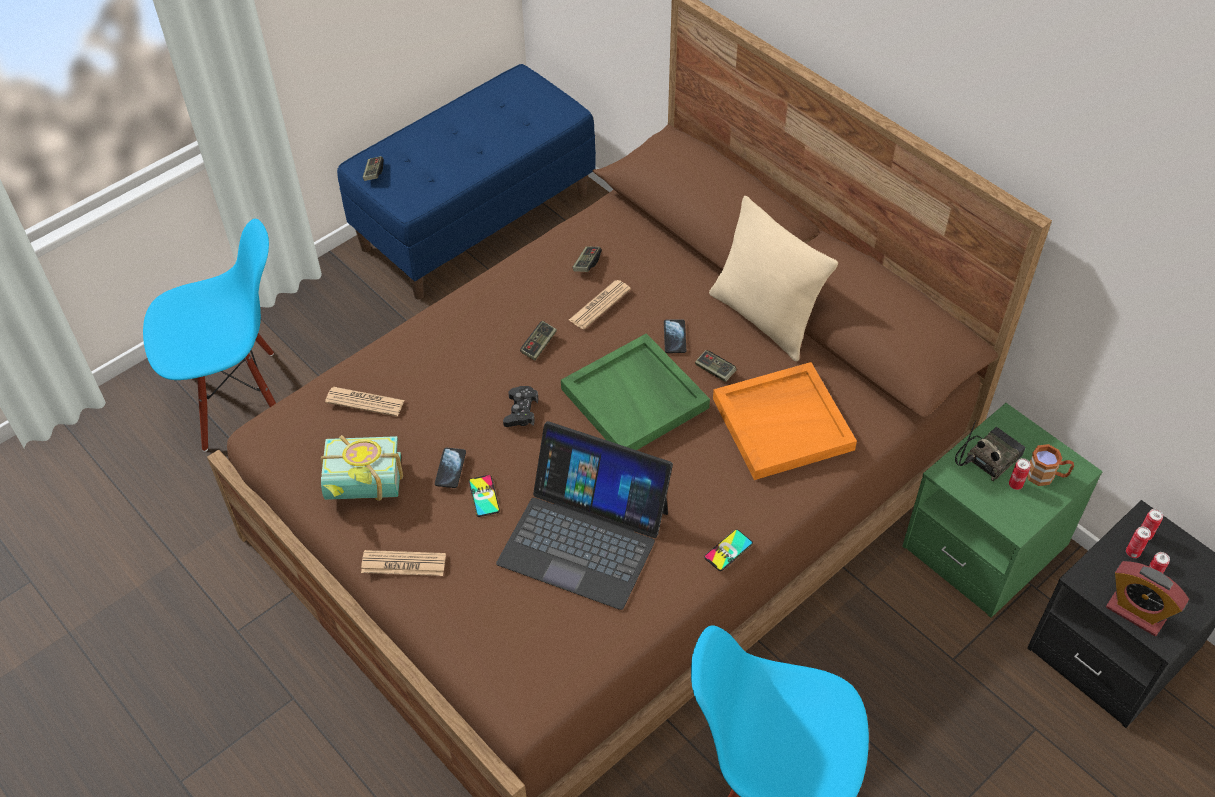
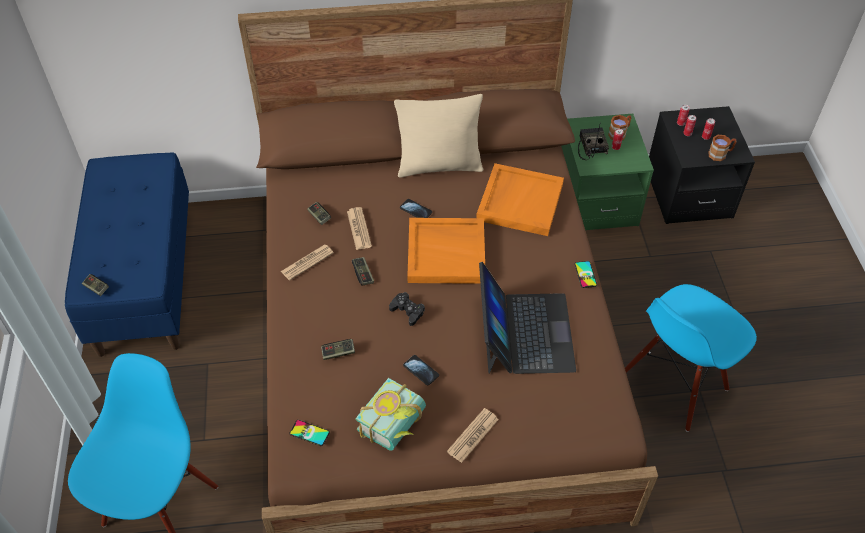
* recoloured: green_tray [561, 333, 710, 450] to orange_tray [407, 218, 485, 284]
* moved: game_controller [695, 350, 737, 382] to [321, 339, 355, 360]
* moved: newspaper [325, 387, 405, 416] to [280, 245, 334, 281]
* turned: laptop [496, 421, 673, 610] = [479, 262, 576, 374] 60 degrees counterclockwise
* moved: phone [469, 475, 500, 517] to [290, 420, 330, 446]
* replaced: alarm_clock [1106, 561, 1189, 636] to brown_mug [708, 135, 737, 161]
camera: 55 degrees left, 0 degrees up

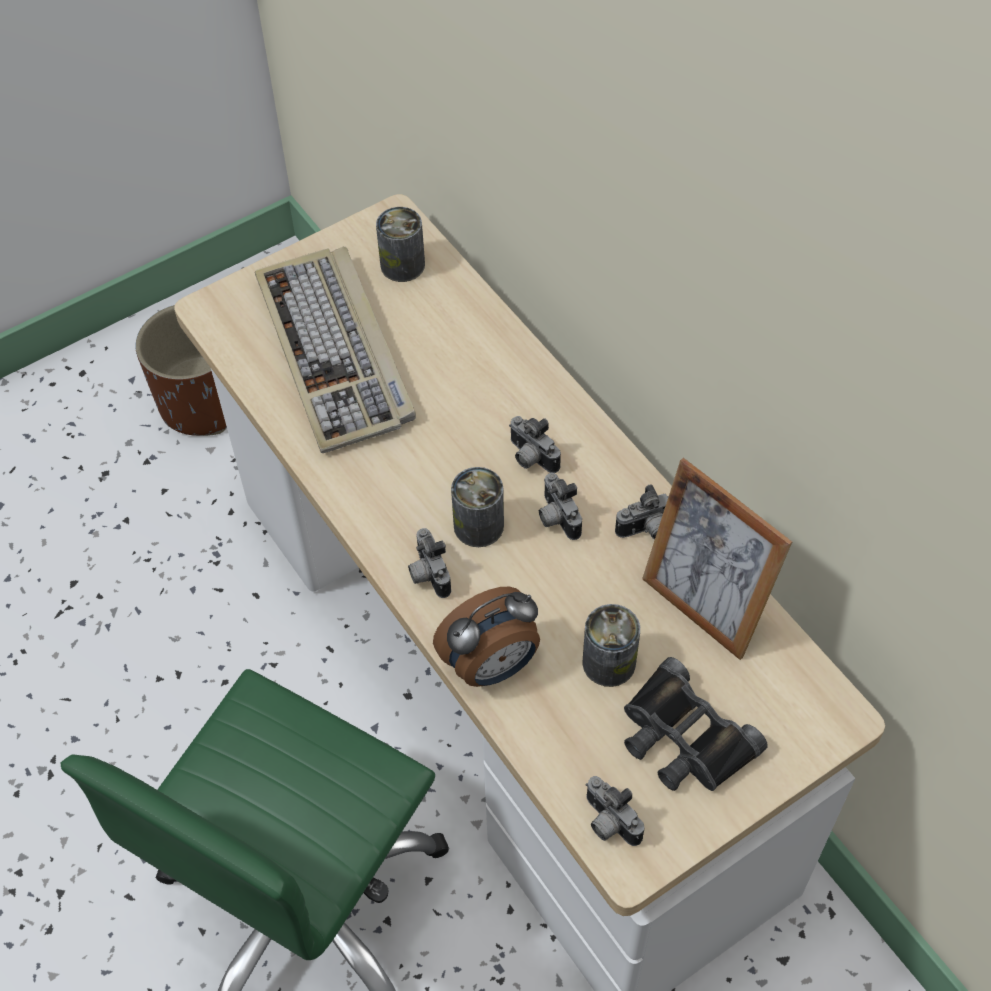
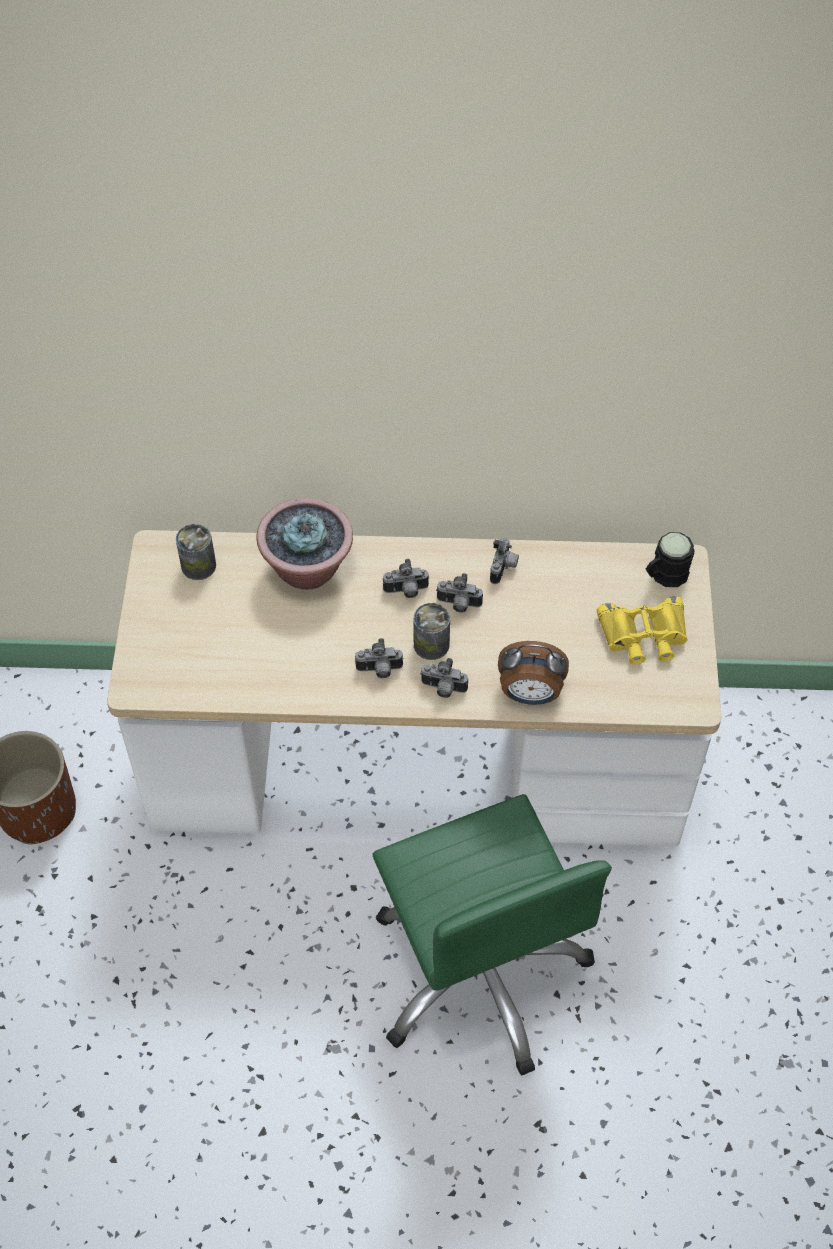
* removed: keyboard [255, 246, 416, 453]
* removed: picture_frame [642, 458, 792, 660]
* turned: alarm_clock [433, 587, 540, 687] = [498, 641, 569, 705] 90 degrees clockwise
* removed: can [582, 604, 640, 687]
* recoloured: black_binoculars [624, 657, 767, 791] to yellow_binoculars [597, 596, 688, 665]
* moved: photo_camera [586, 776, 644, 846] to [355, 638, 404, 678]
* added: potted_plant [256, 498, 353, 590]
* added: black_mug [645, 532, 695, 587]
camera: 55 degrees left, 0 degrees up

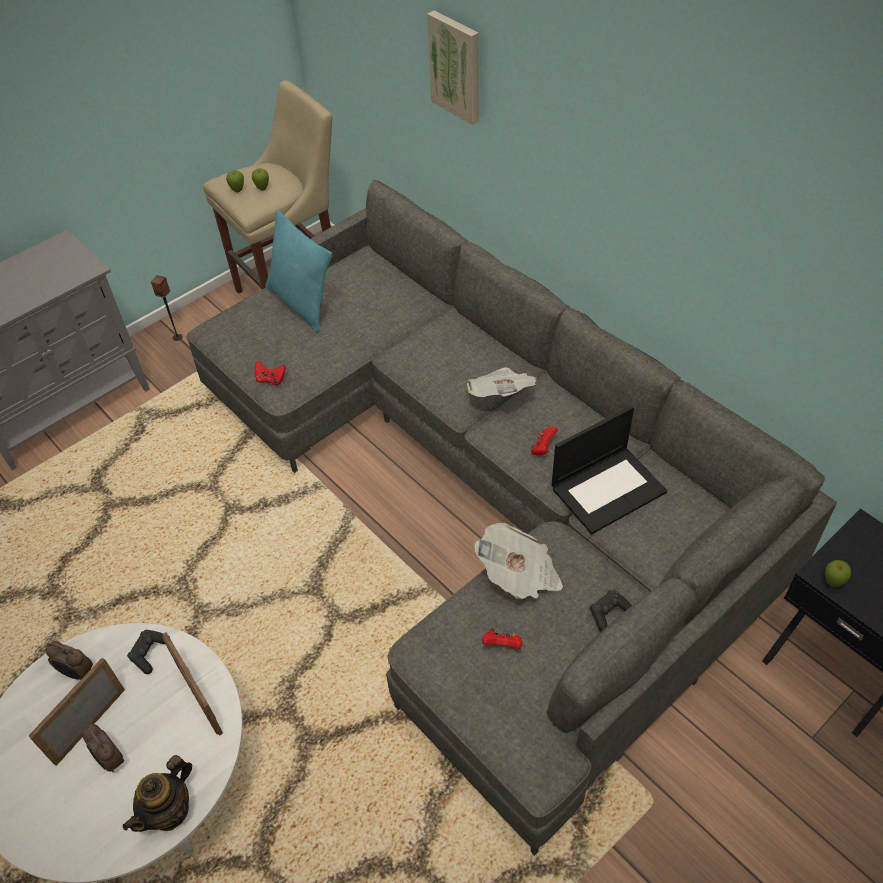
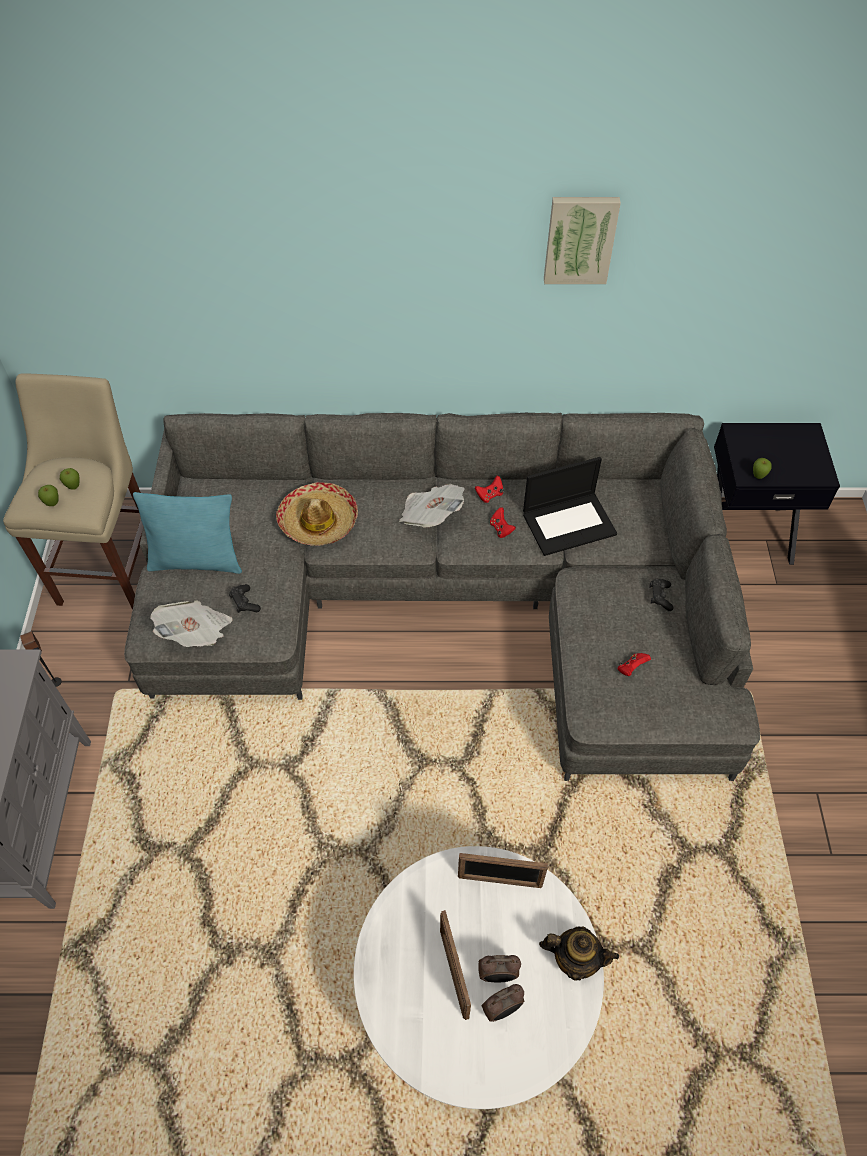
* moved: picture [427, 11, 479, 125] to [544, 197, 621, 284]
* moved: red_game_controller [255, 361, 286, 386] to [475, 476, 503, 503]
* turned: laptop [552, 406, 667, 534] = [523, 457, 617, 556] 60 degrees clockwise
* moved: newspaper [474, 523, 563, 599] to [150, 600, 233, 647]
* moved: black_game_controller [127, 630, 165, 674] to [229, 584, 261, 613]
* moved: alarm_clock [45, 641, 93, 680] to [482, 984, 524, 1022]
* turned: teapot [123, 755, 192, 832] = [539, 926, 619, 981] 60 degrees counterclockwise
* added: hat [276, 482, 358, 546]
camera: 50 degrees left, 5 degrees up

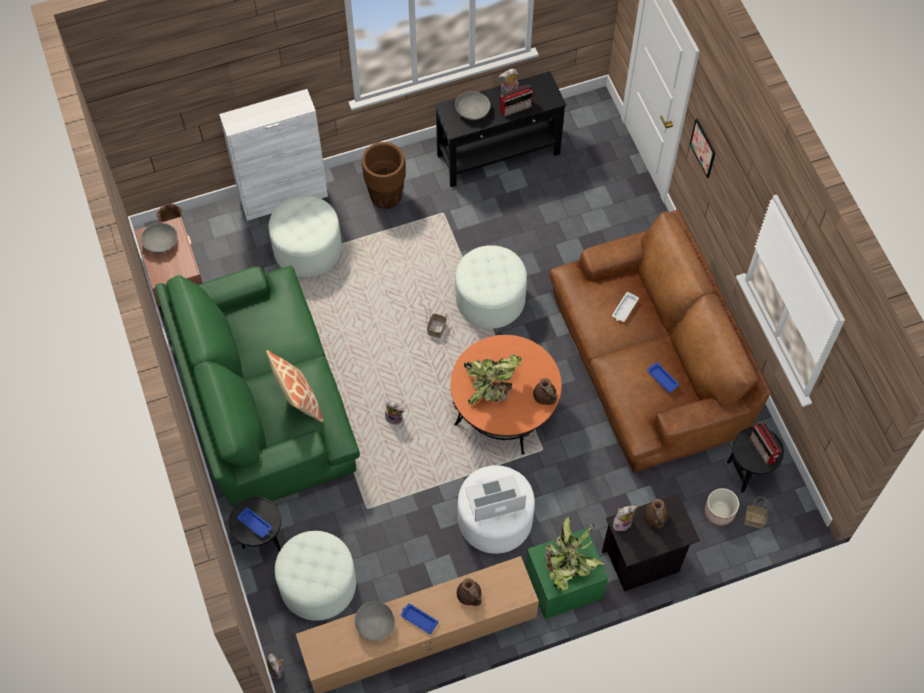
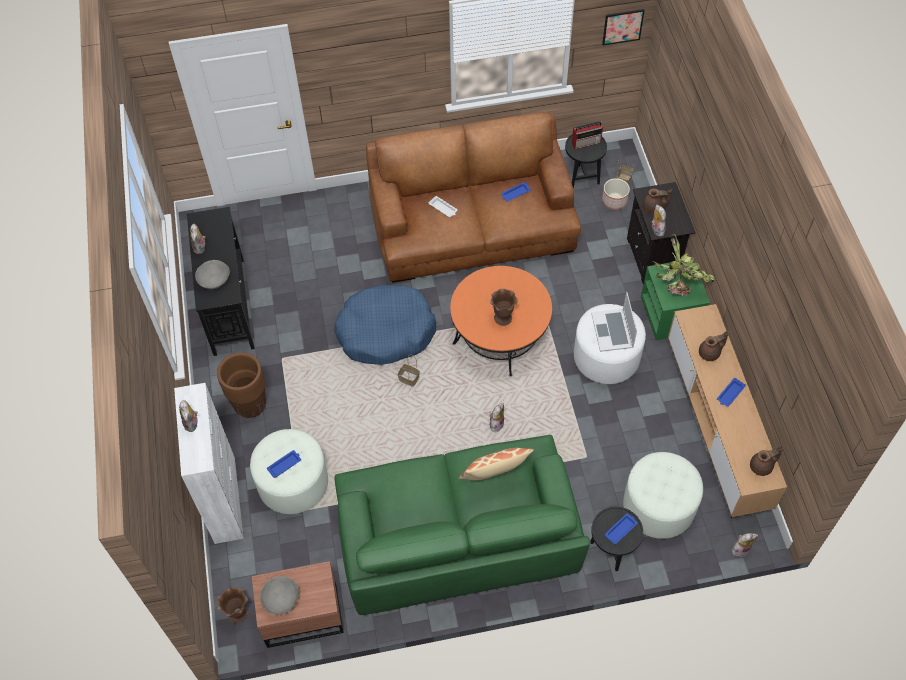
* removed: radio [500, 84, 533, 117]
* moved: picture [690, 118, 715, 178] to [602, 9, 645, 45]
* replaced: white_ottoman [456, 245, 527, 329] to blue_dog_bed [334, 284, 436, 365]
* replaced: potted_plant [464, 355, 522, 404] to brown_vase [490, 289, 518, 326]
* moved: brown_teapot [533, 378, 557, 405] to [750, 446, 784, 476]
* removed: grey_bowl [354, 602, 395, 641]
* added: plush_toy [179, 400, 198, 432]
* added: blue_tray [267, 450, 301, 478]
camera: 80 degrees left, 5 degrees down

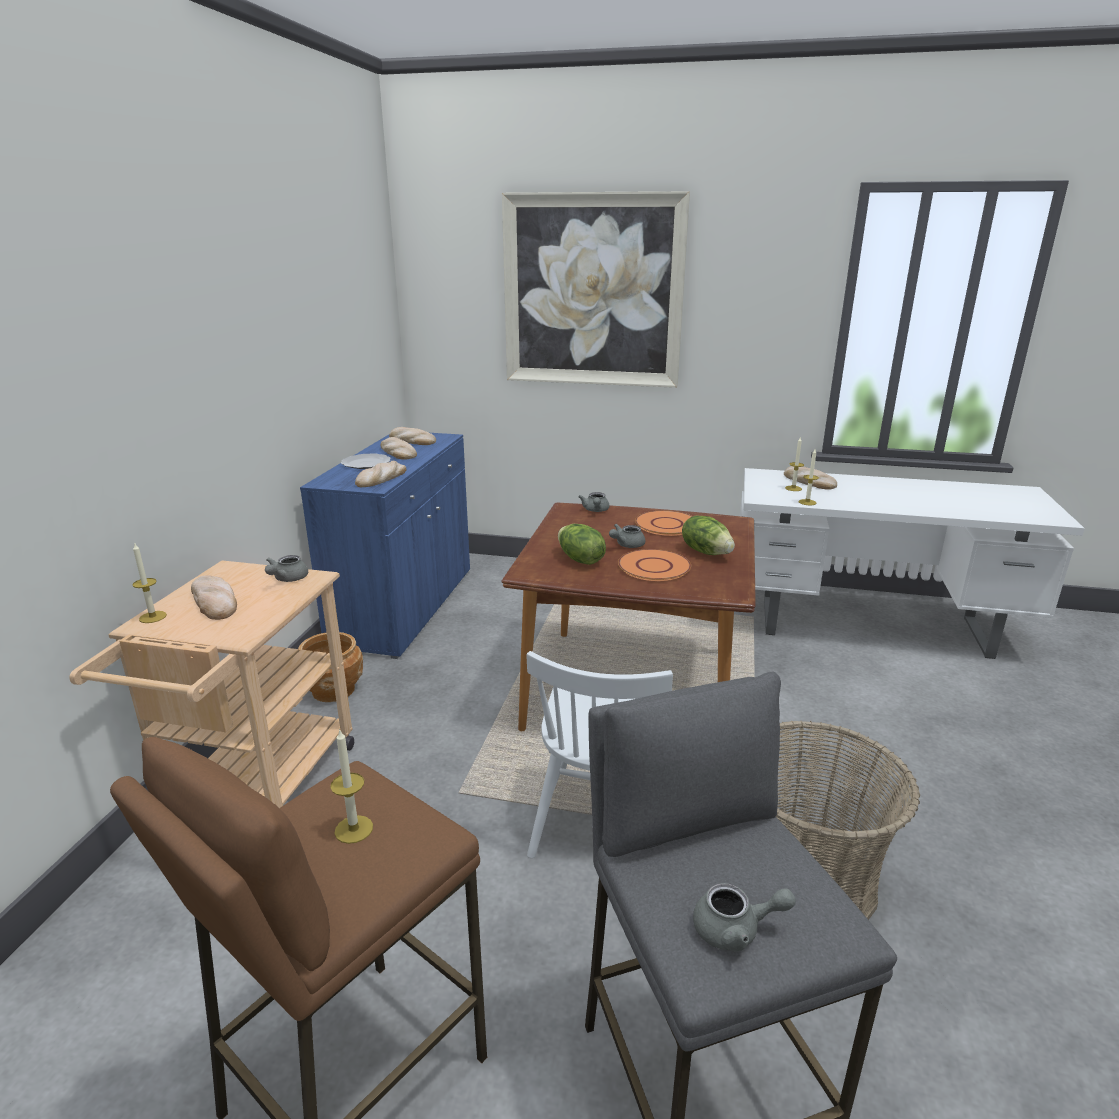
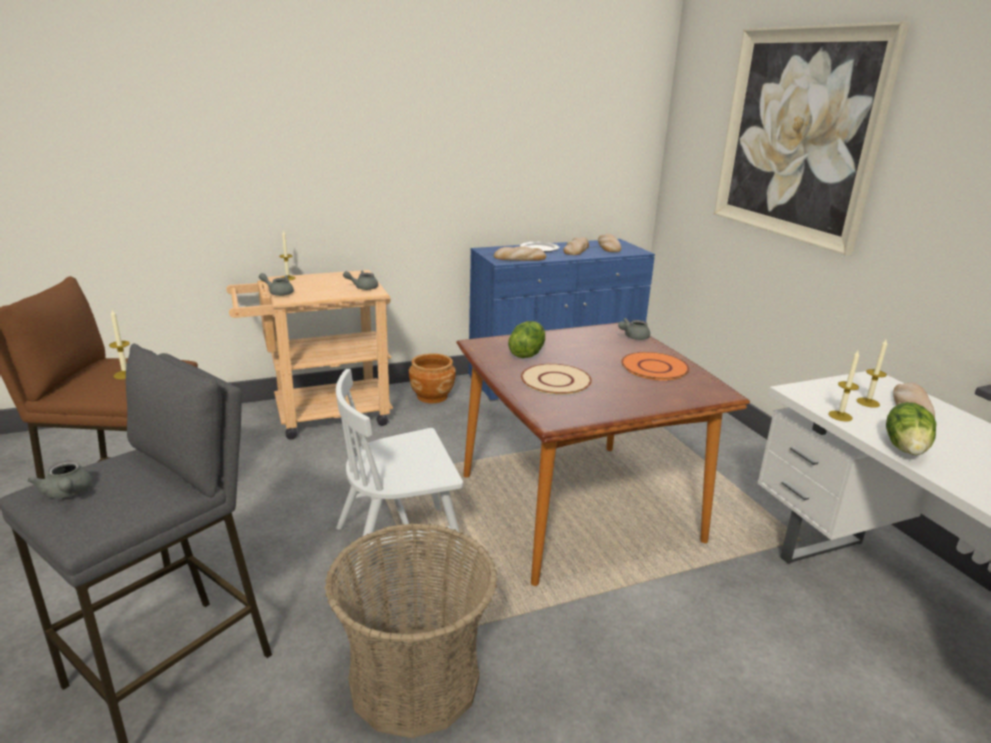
* moved: lettuce [682, 515, 735, 555] to [886, 402, 936, 455]
* moved: grey_teapot [609, 524, 645, 548] to [259, 273, 294, 296]
* recoloured: orange_plate [618, 549, 691, 581] to beige_plate [521, 364, 592, 395]
* removed: bread [191, 575, 237, 620]
camera: 55 degrees right, 0 degrees up

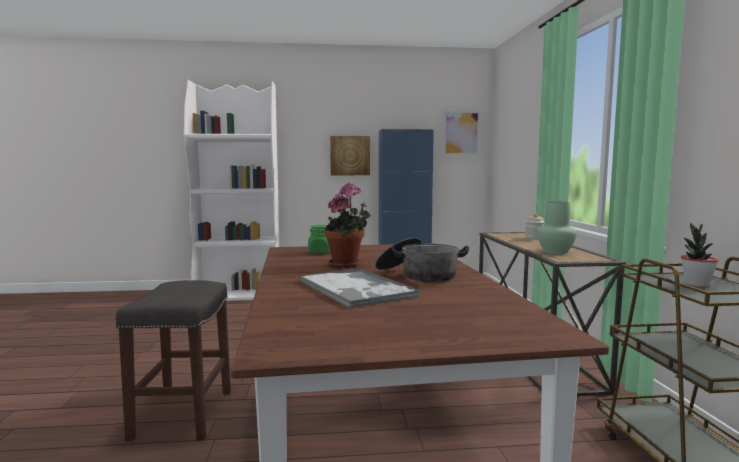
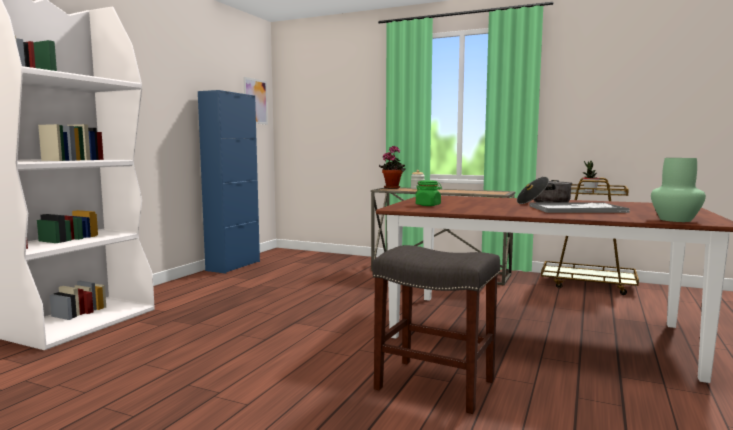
* removed: picture [330, 136, 370, 175]
* moved: potted_plant [324, 183, 371, 268] to [379, 146, 406, 189]
* moved: green_vase [537, 201, 577, 254] to [651, 158, 706, 222]
camera: 60 degrees left, 0 degrees up

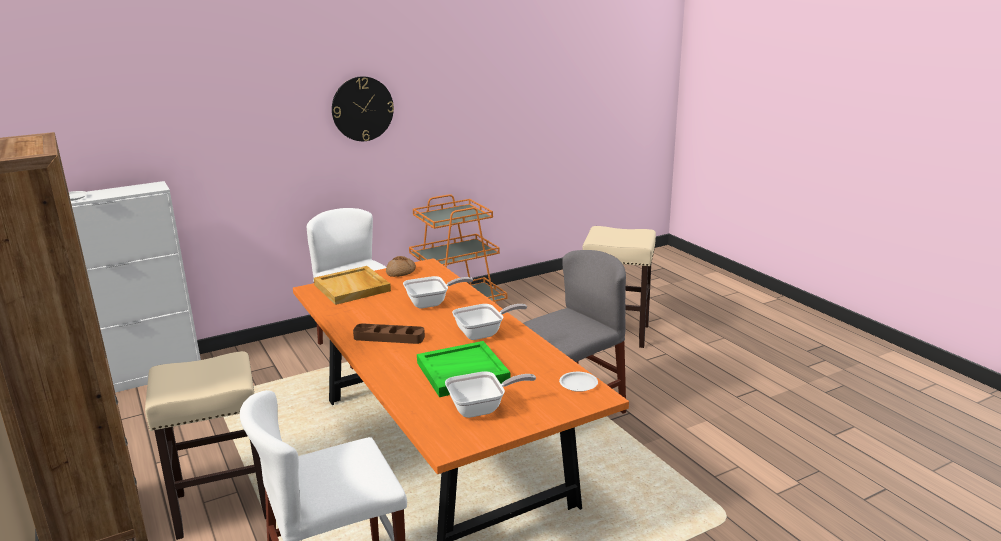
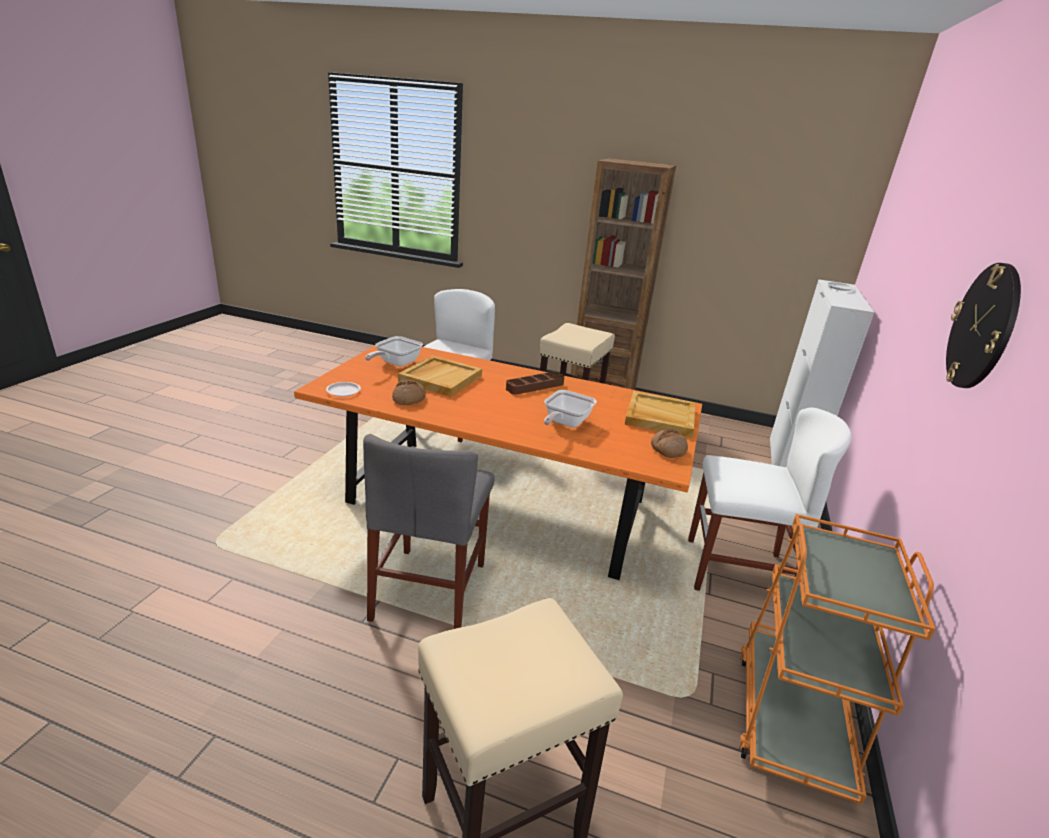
* removed: frying_pan [452, 304, 527, 340]
* recoloured: green_tray [417, 341, 511, 397] to beige_tray [398, 355, 482, 397]
* added: bread [392, 380, 426, 405]
camera: 135 degrees right, 5 degrees up

